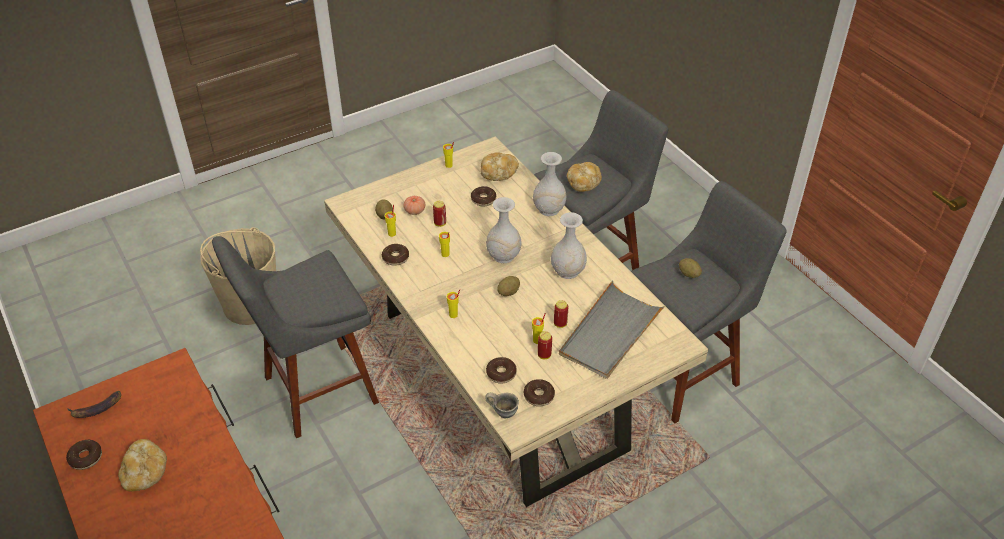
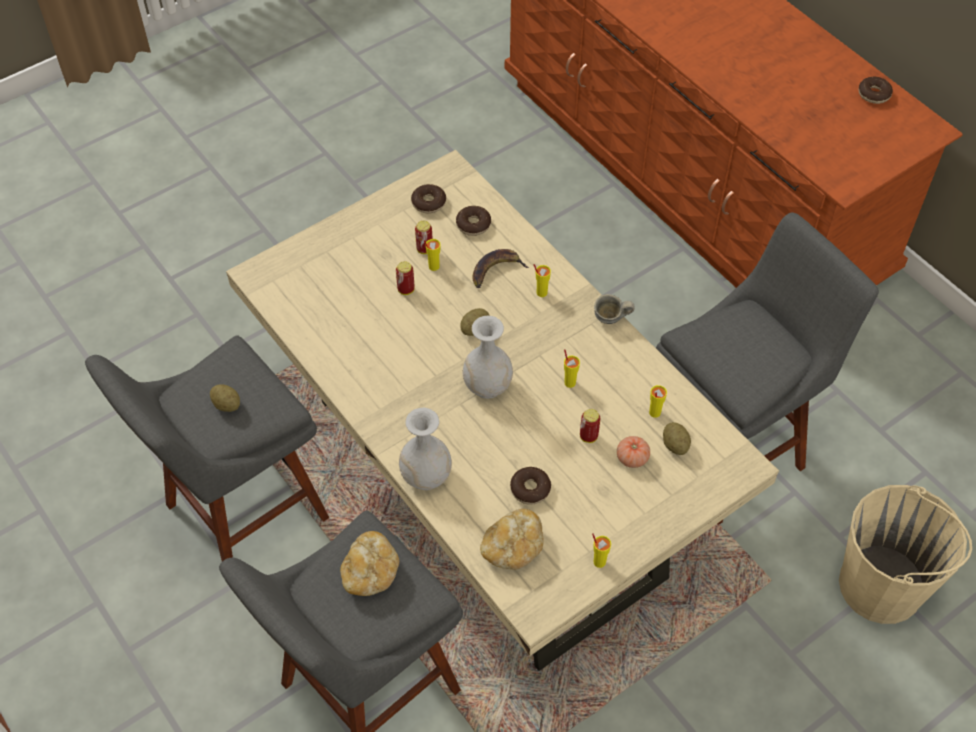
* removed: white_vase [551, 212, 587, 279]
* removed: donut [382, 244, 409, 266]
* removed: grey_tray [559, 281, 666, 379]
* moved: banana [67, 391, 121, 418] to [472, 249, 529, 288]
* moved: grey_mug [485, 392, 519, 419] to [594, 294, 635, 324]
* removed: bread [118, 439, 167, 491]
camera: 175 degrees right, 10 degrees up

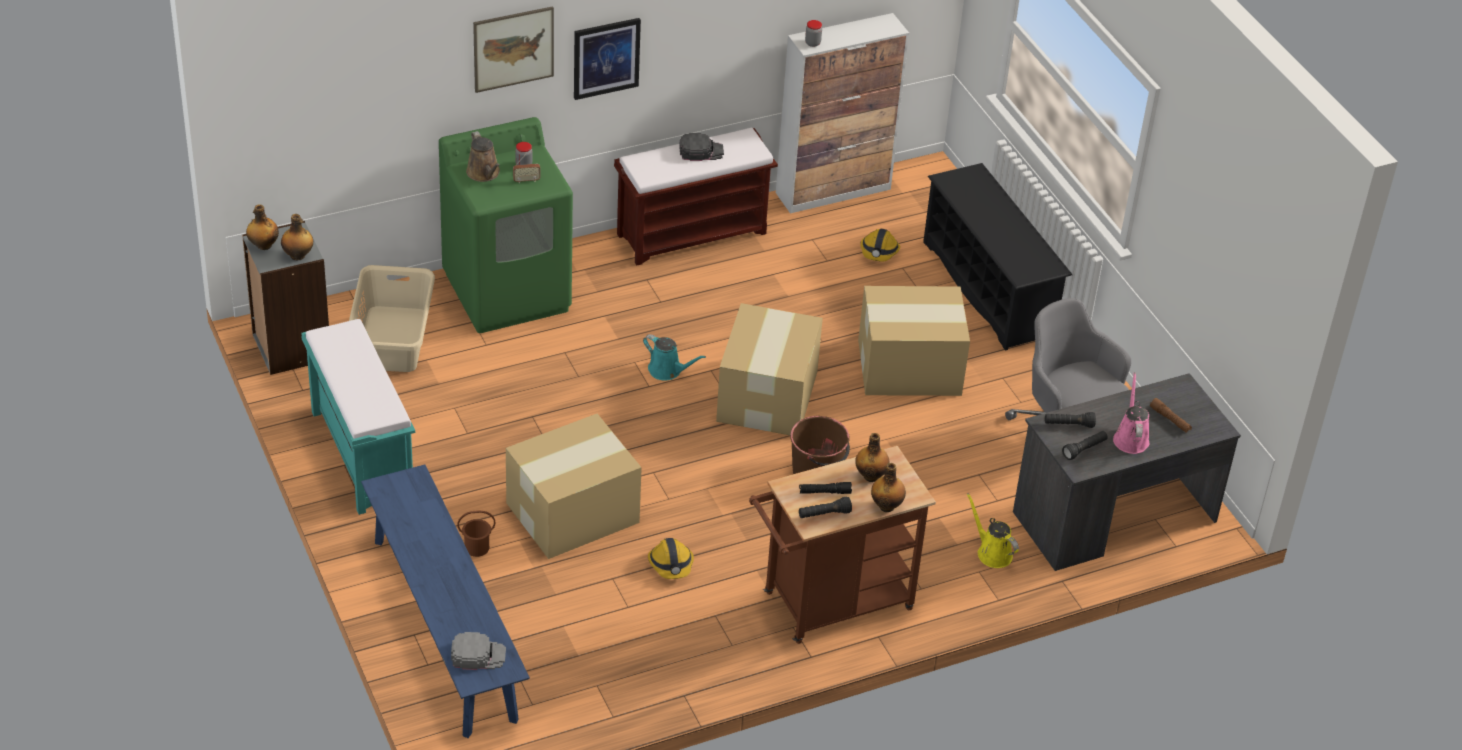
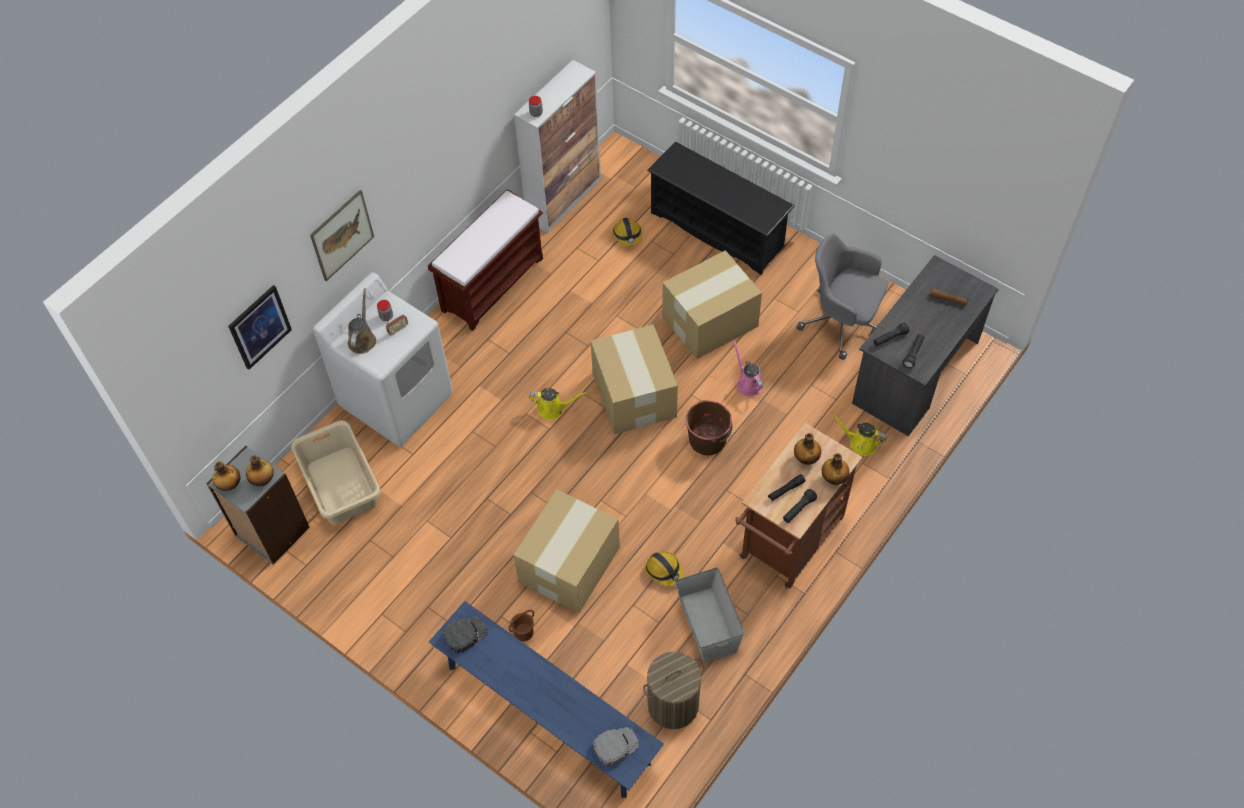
* moved: picture [574, 18, 641, 100] to [228, 285, 292, 370]
* recoloured: green_washing_machine [439, 117, 573, 333] to white_washing_machine [313, 272, 453, 447]
* turned: brown_watering_can [466, 131, 500, 182] = [348, 288, 376, 354] 120 degrees counterclockwise
* moved: black_cap [679, 133, 724, 161] to [443, 616, 488, 654]
* removed: turquoise_bench [301, 319, 415, 515]
* recoloured: turquoise_watering_can [643, 334, 706, 381] to yellow_watering_can [529, 388, 586, 420]
* moved: pink_watering_can [1113, 372, 1149, 454] to [733, 340, 763, 397]
* added: grey_storage_box [675, 568, 744, 663]
* added: laundry_basket [643, 652, 704, 729]
camera: 25 degrees left, 15 degrees up

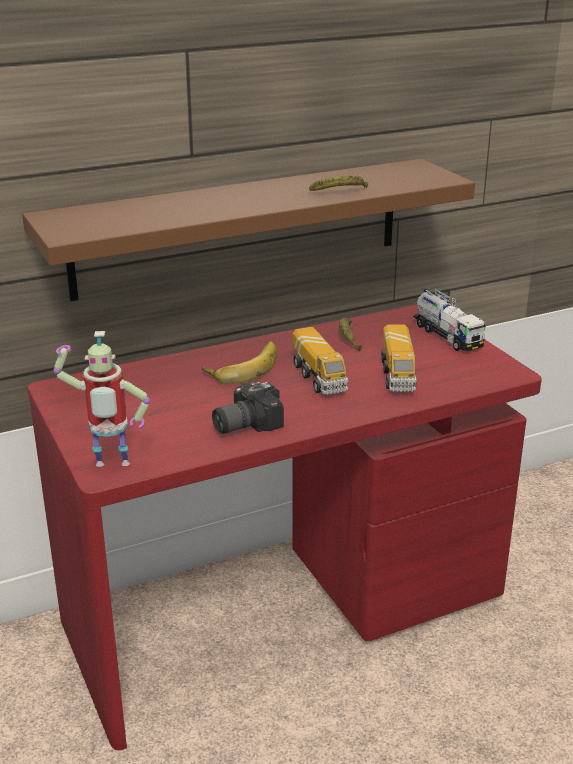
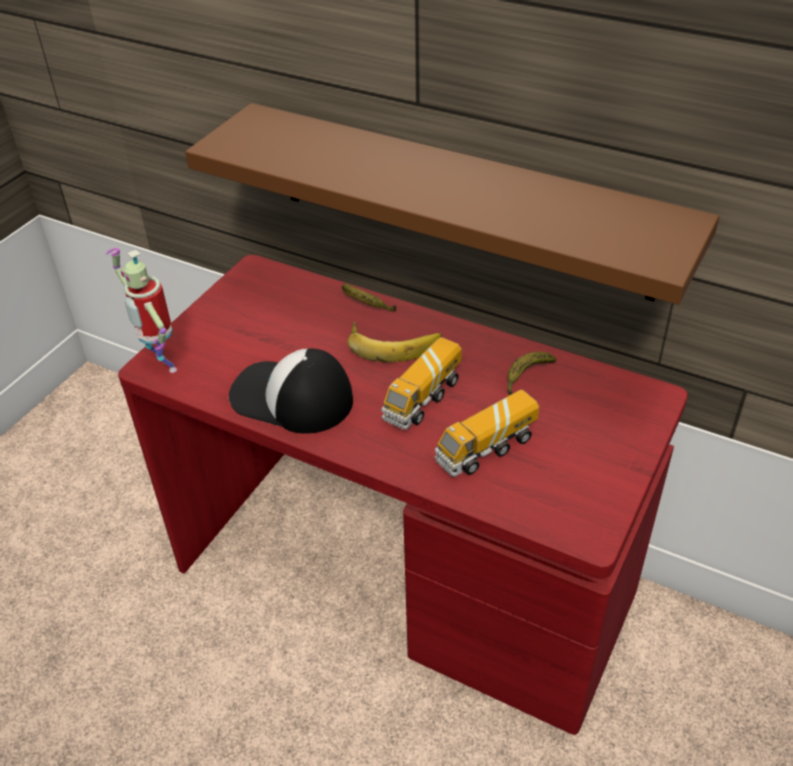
* moved: banana [309, 175, 368, 191] to [342, 284, 396, 312]
* removed: toy_truck [413, 289, 486, 352]
* replaced: photo_camera [212, 381, 284, 434] to cap [229, 348, 353, 434]
camera: 55 degrees right, 15 degrees up

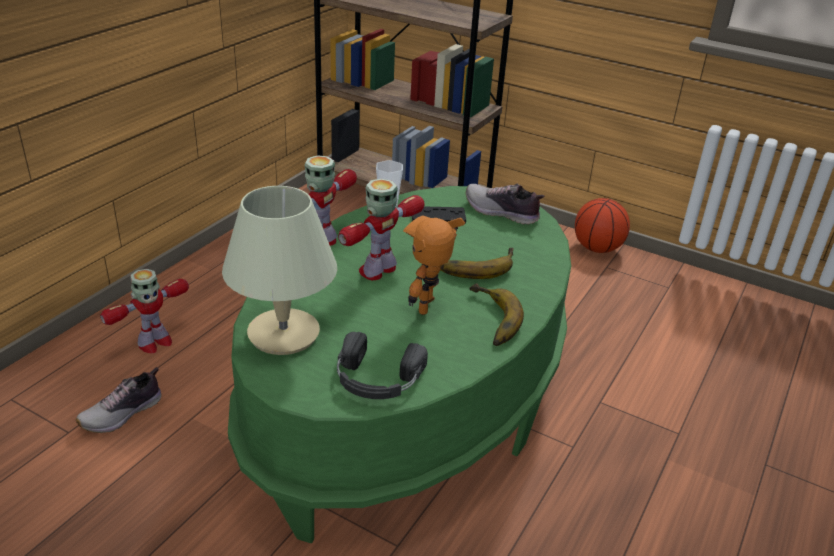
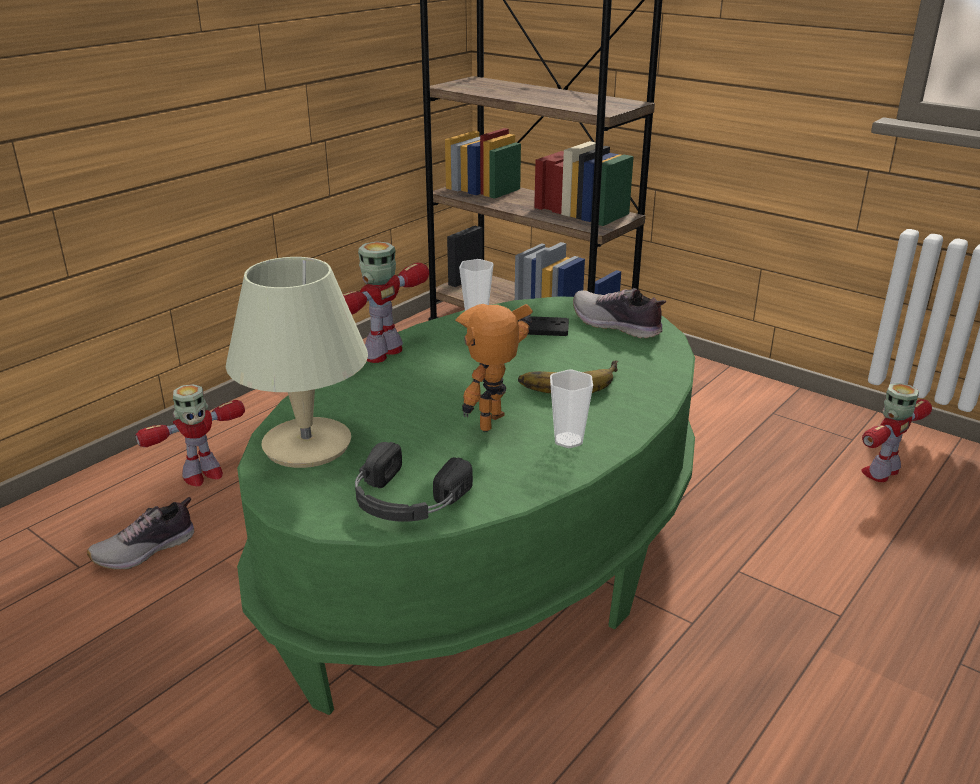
* moved: toy_robot [338, 179, 425, 280] to [861, 383, 932, 482]
* removed: basketball [575, 198, 630, 253]
* replaced: banana [469, 283, 524, 346] to cup [550, 370, 593, 448]
camera: 10 degrees right, 5 degrees down

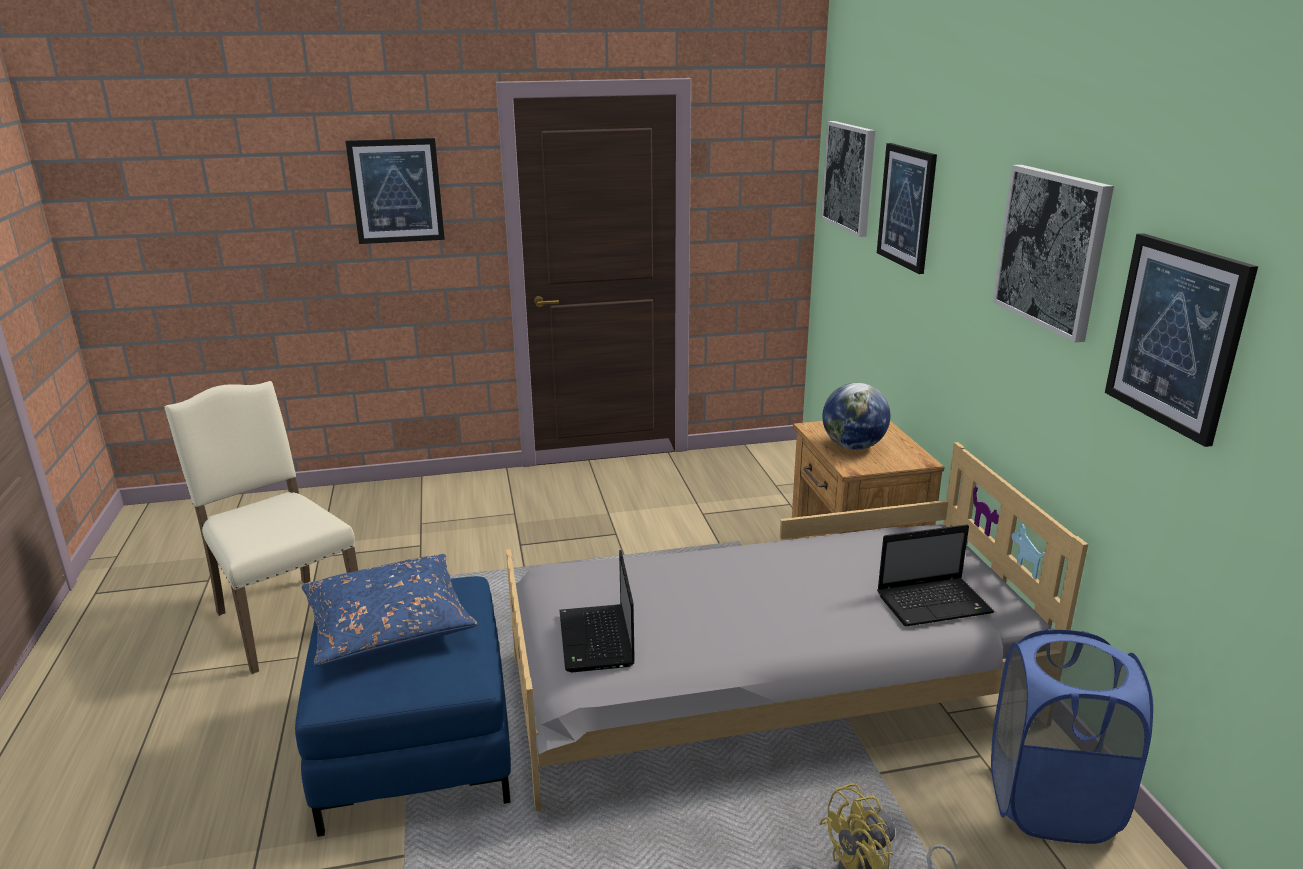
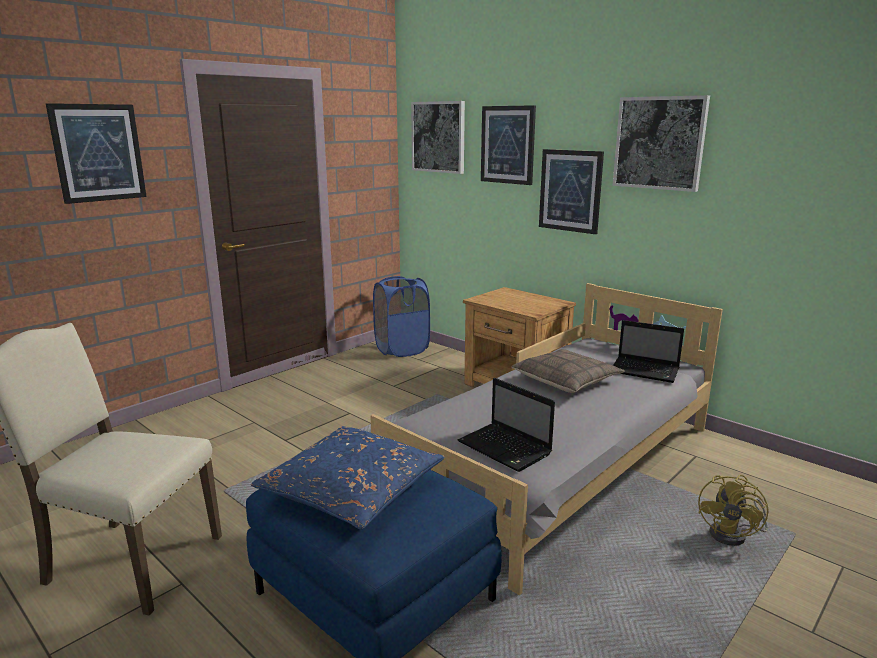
* moved: picture [1105, 233, 1258, 447] to [539, 149, 604, 234]
* removed: globe [823, 383, 891, 450]
* turned: laptop [877, 524, 994, 626] = [613, 320, 684, 383] 75 degrees clockwise
* moved: blue_laundry_basket [991, 629, 1153, 844] to [373, 276, 430, 357]
* added: pillow [512, 349, 625, 393]
camera: 35 degrees left, 5 degrees down

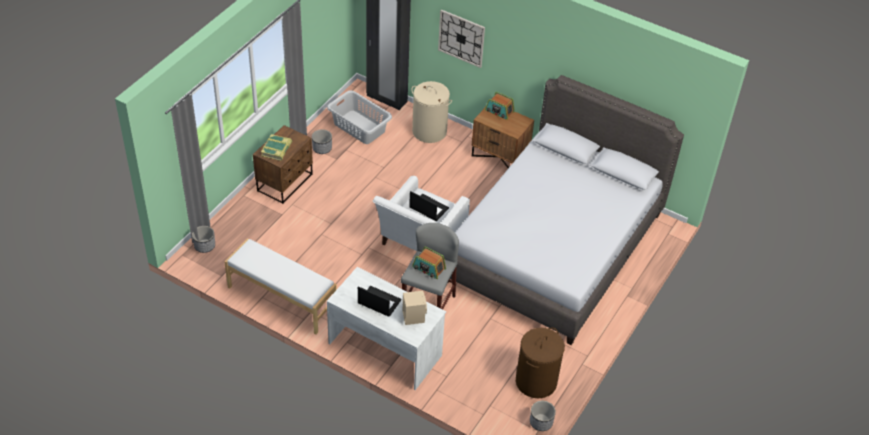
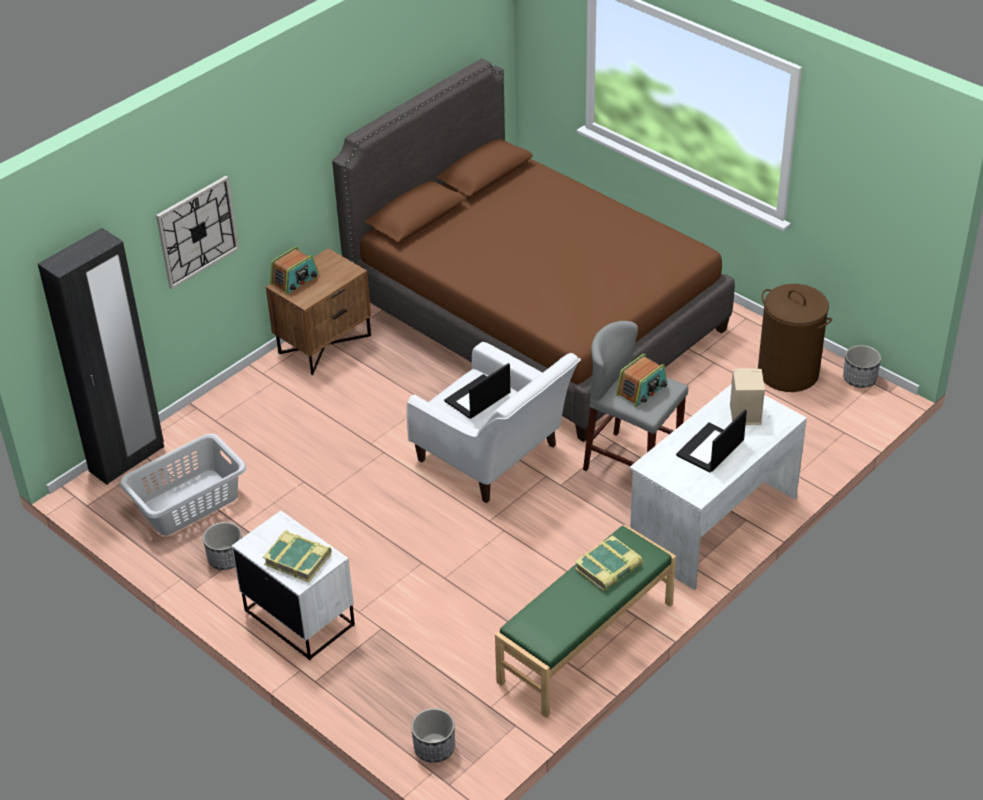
* recoloured: grey_bed [450, 75, 684, 345] to brown_bed [332, 58, 735, 442]
* removed: beige_laundry_basket [411, 81, 452, 143]
* recoloured: brown_nightstand [253, 125, 313, 204] to white_nightstand [232, 511, 355, 660]
* recoloured: white_bench [224, 239, 337, 334] to green_bench [495, 525, 676, 718]
* added: book [575, 535, 643, 591]
camera: 75 degrees left, 5 degrees down

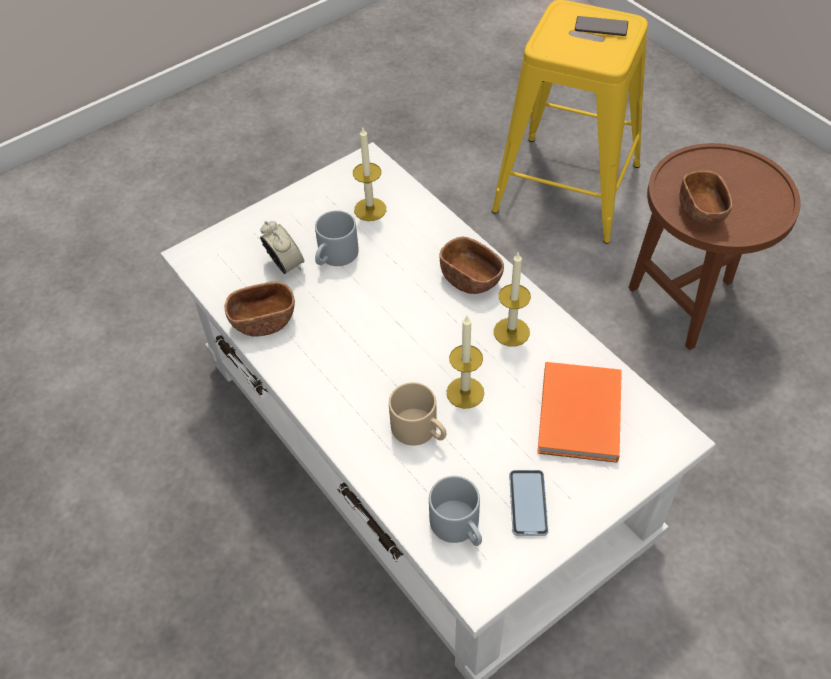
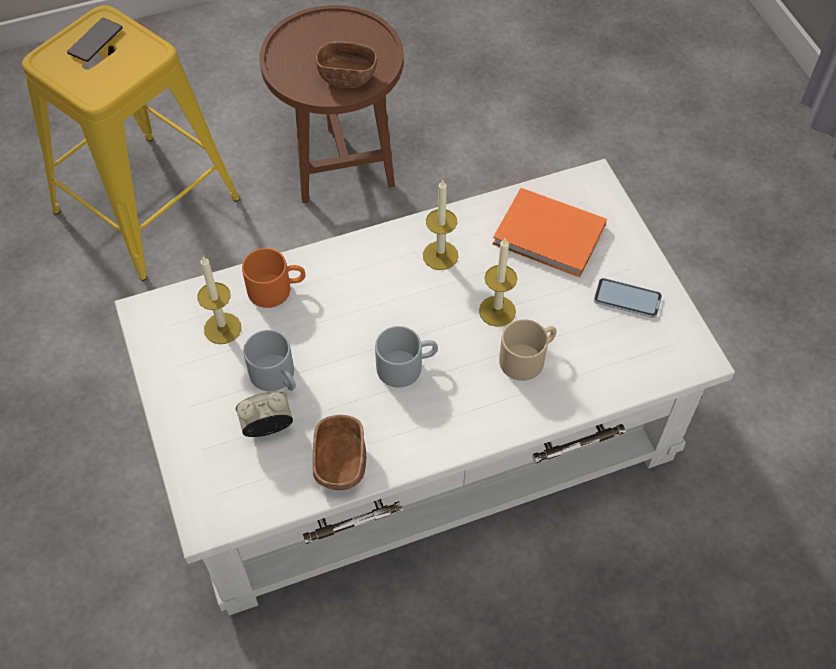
* removed: brown_bowl [439, 237, 504, 294]
* moved: grey_mug [429, 476, 482, 546] to [375, 326, 438, 388]
* added: orange_mug [242, 248, 305, 308]
camera: 75 degrees left, 5 degrees up

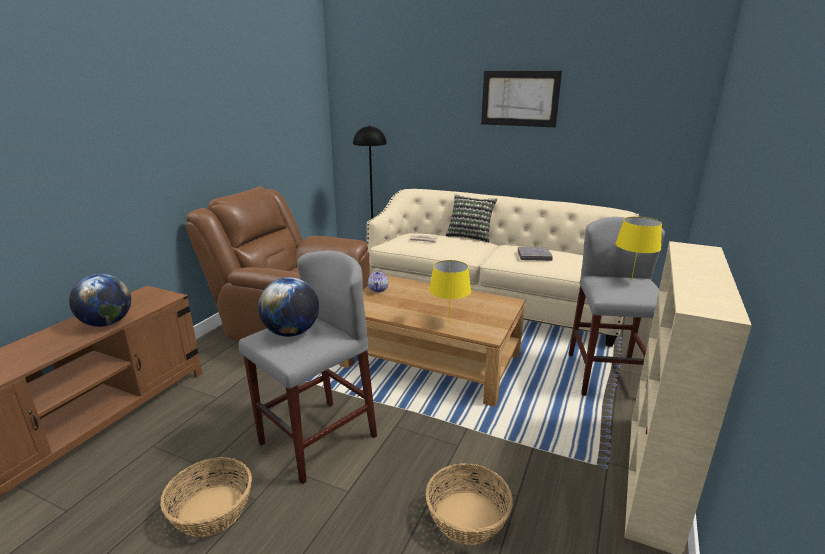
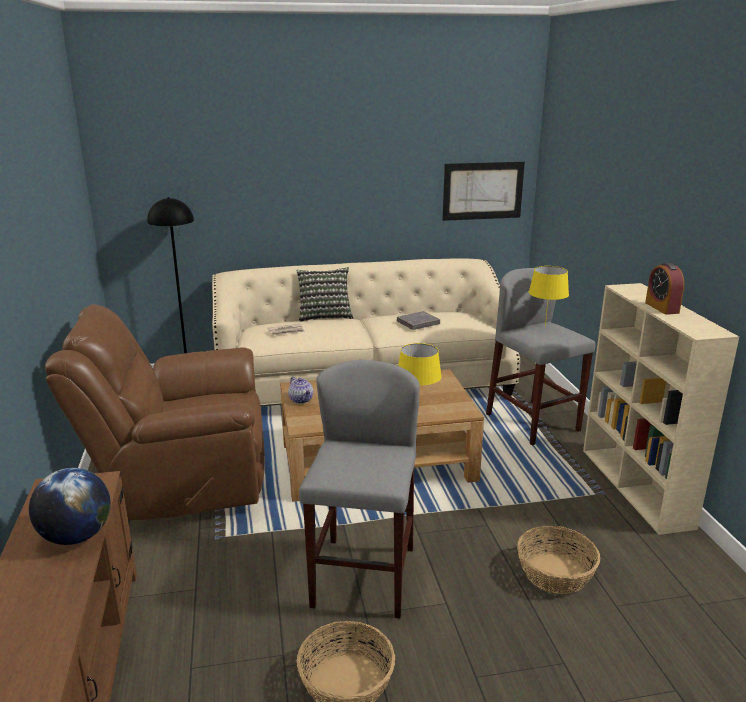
* moved: picture [481, 71, 562, 128] to [443, 162, 525, 221]
* removed: globe [258, 277, 319, 337]
* added: alarm_clock [645, 263, 684, 315]
camera: 35 degrees left, 0 degrees up

